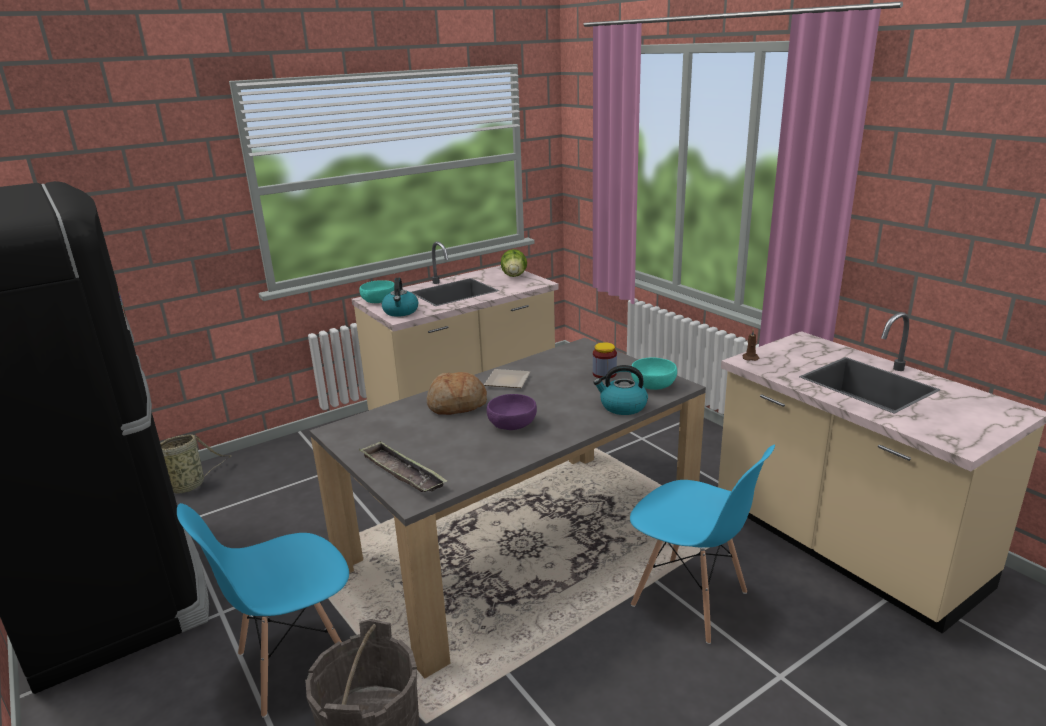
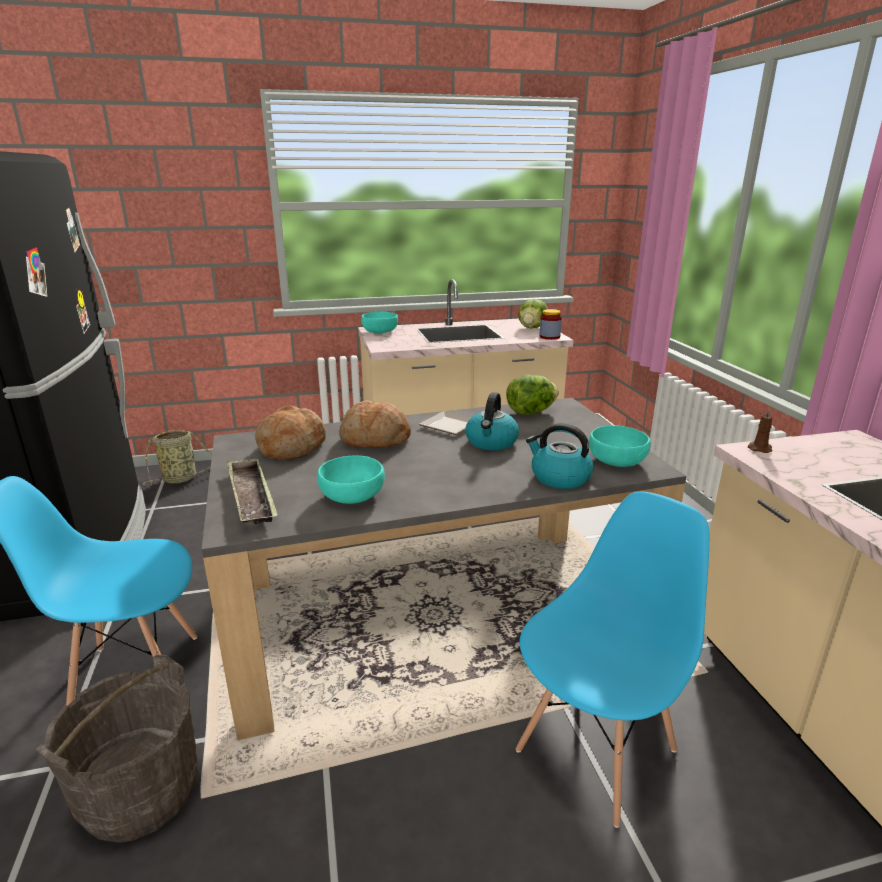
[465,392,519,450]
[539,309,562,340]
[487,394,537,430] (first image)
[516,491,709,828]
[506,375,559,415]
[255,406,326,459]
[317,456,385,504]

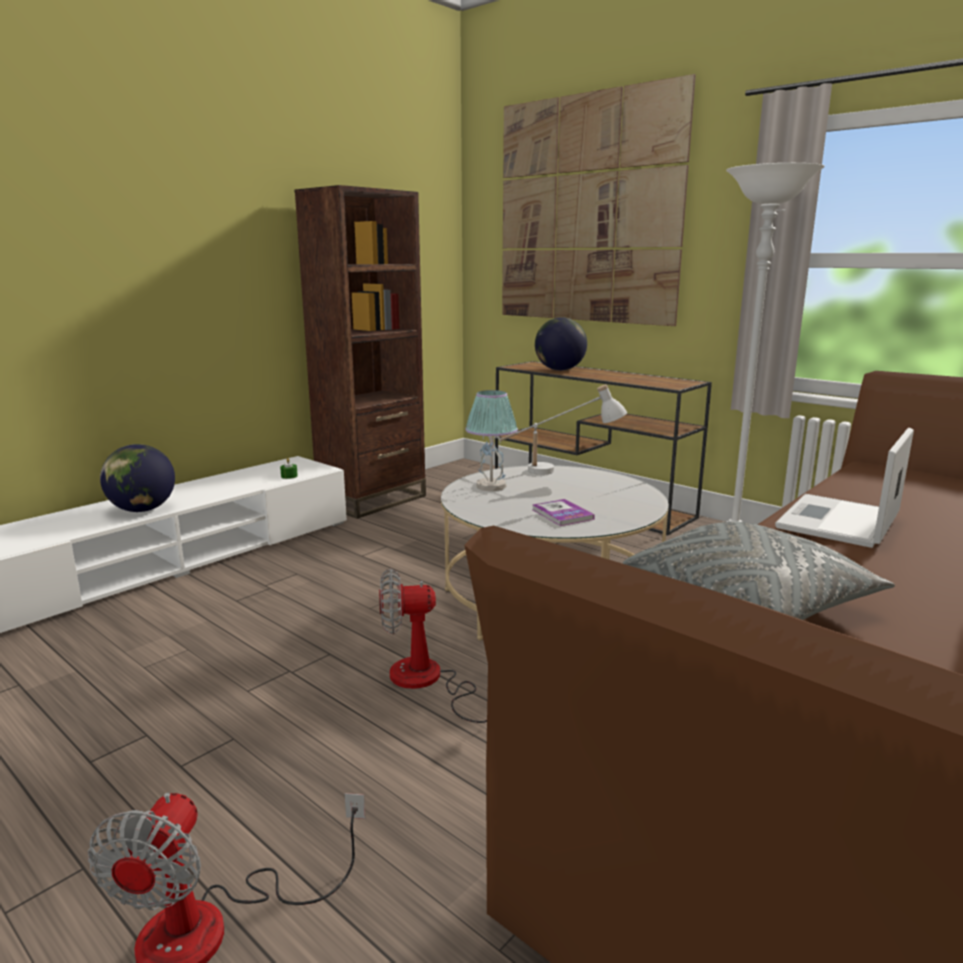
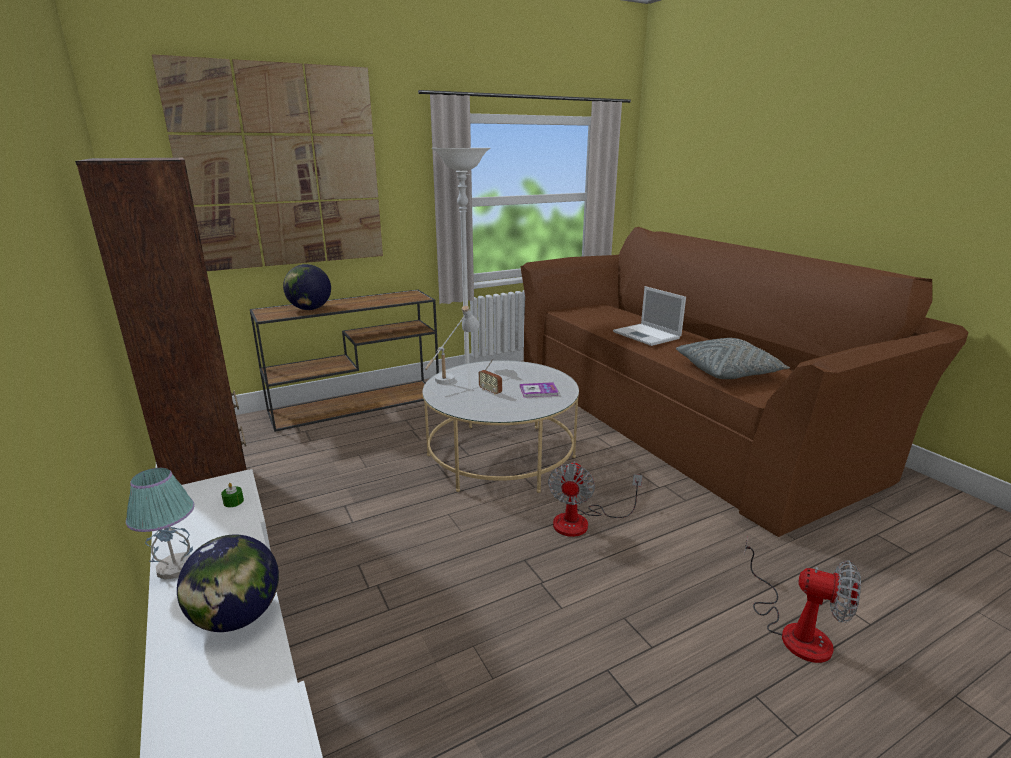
[126,468,194,580]
[479,359,502,395]

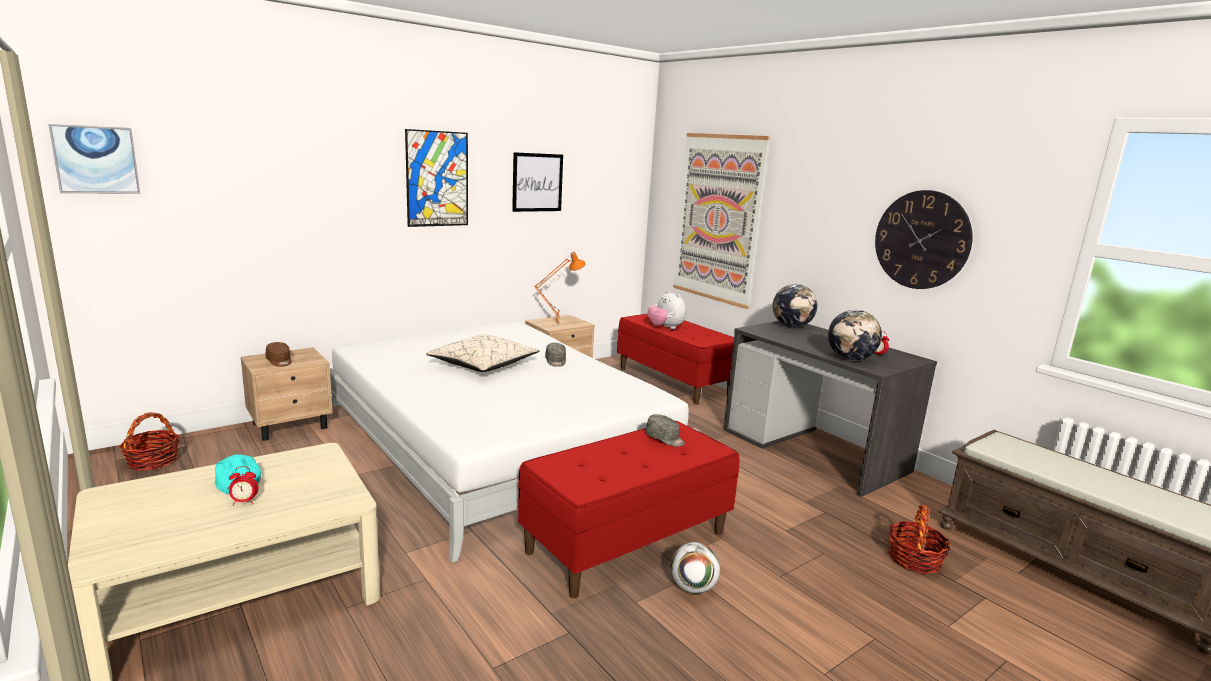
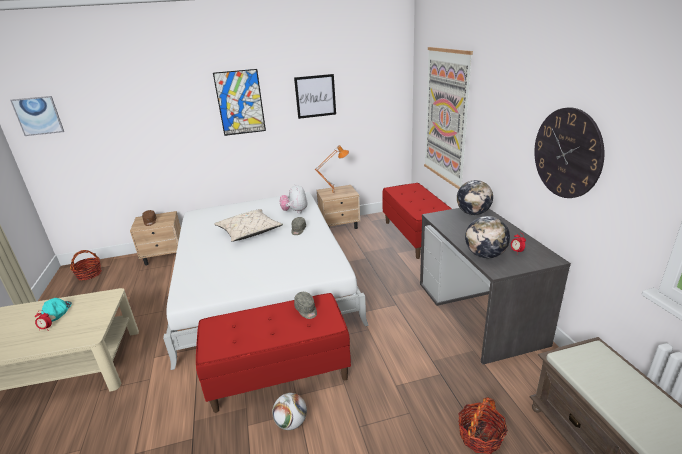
[280,183,308,213]

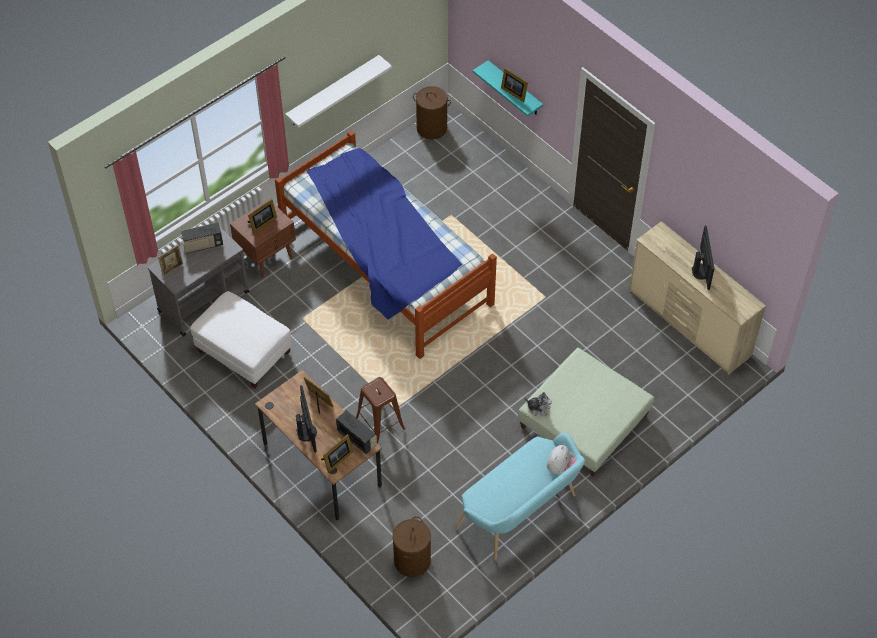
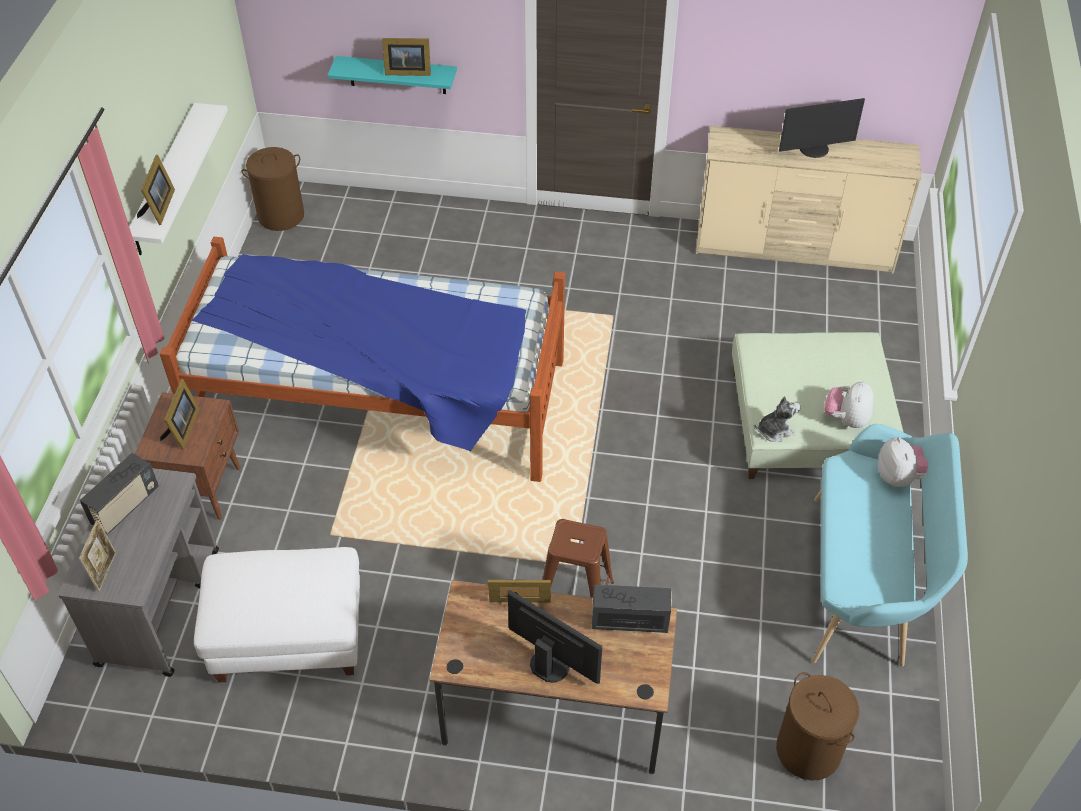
[779,98,865,158]
[137,155,175,225]
[824,381,874,428]

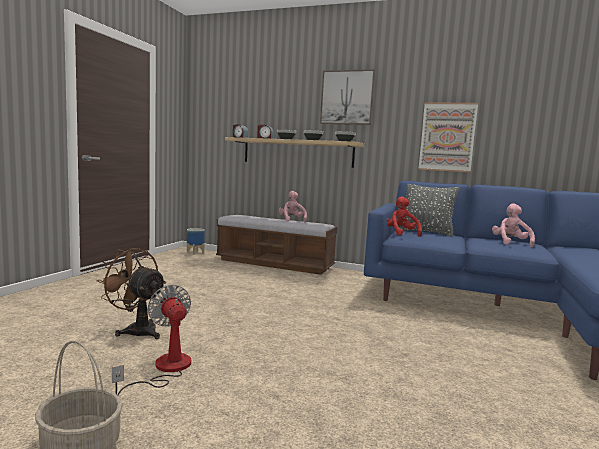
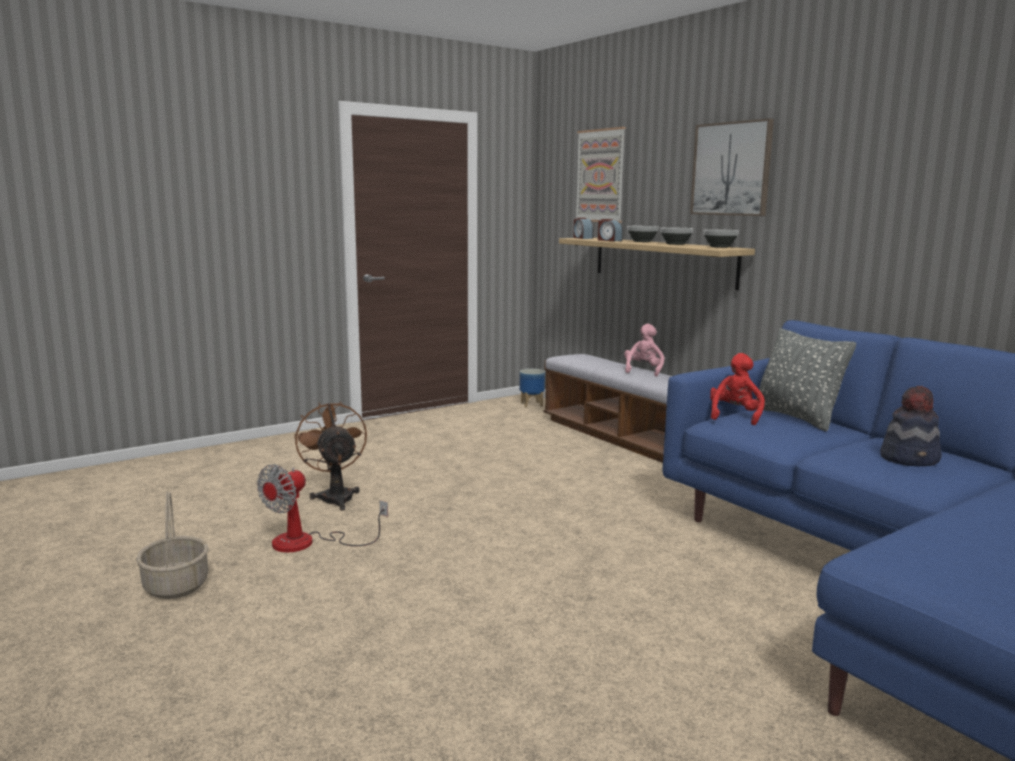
[576,127,626,223]
[880,386,942,466]
[257,464,388,552]

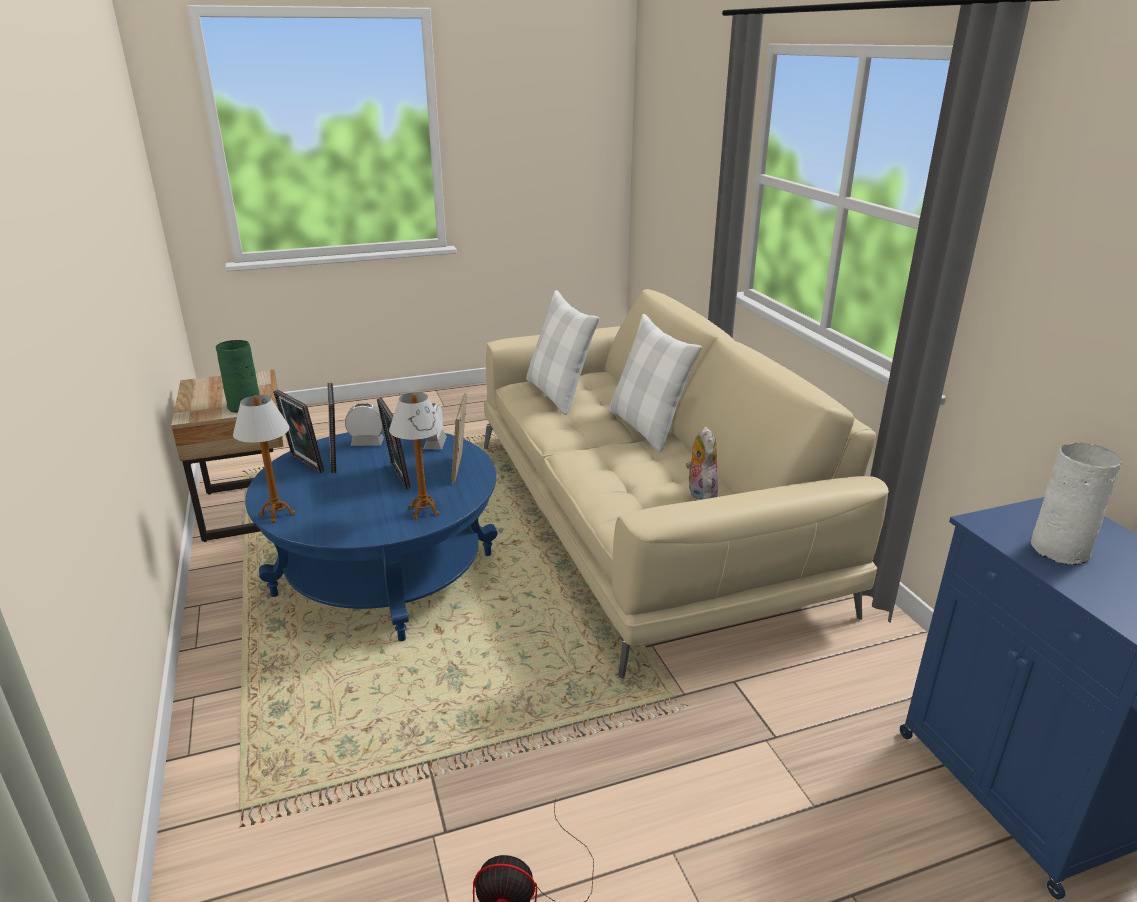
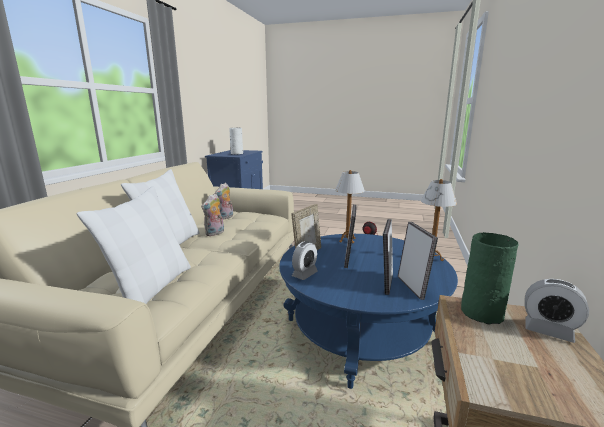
[525,279,589,343]
[201,193,224,236]

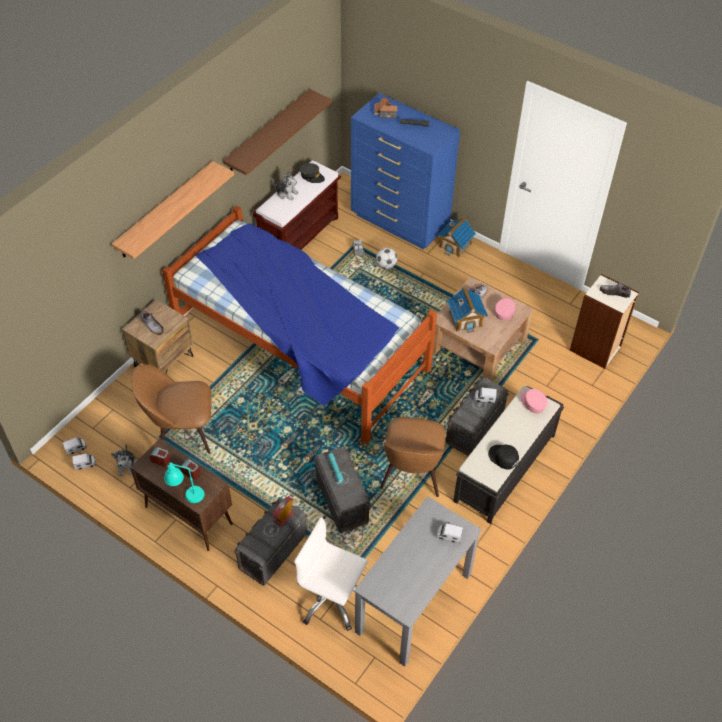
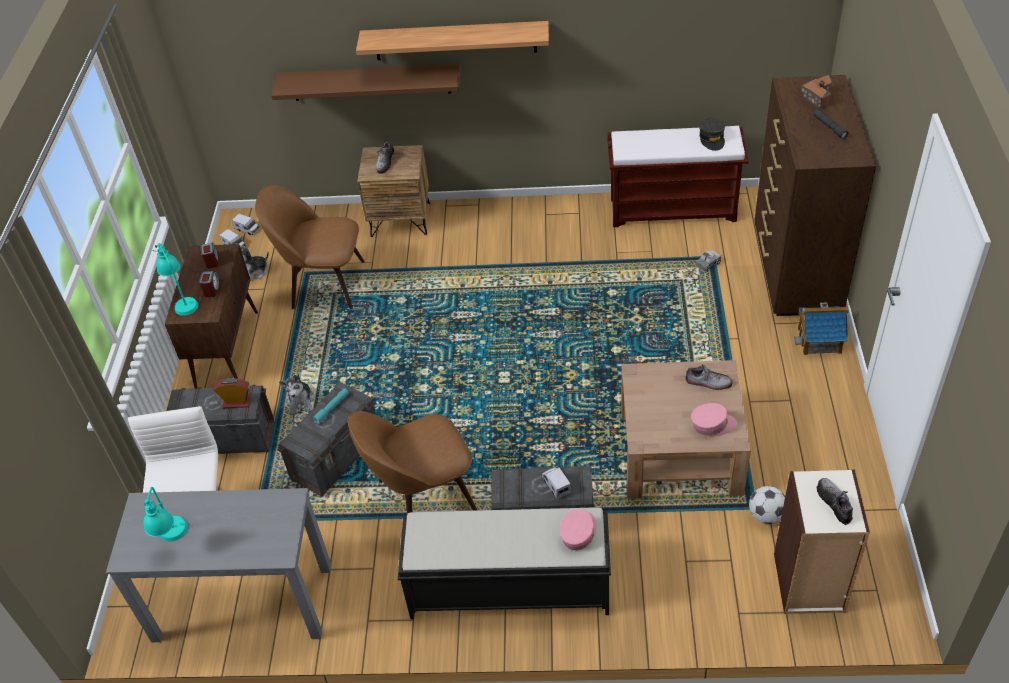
[271,64,461,101]
[754,75,876,316]
[279,373,315,414]
[162,206,437,444] (first image)
[749,486,785,524]
[447,286,488,333] (first image)
[255,185,365,309]
[488,444,519,469] (first image)
[436,523,463,543] (first image)
[143,487,188,542]

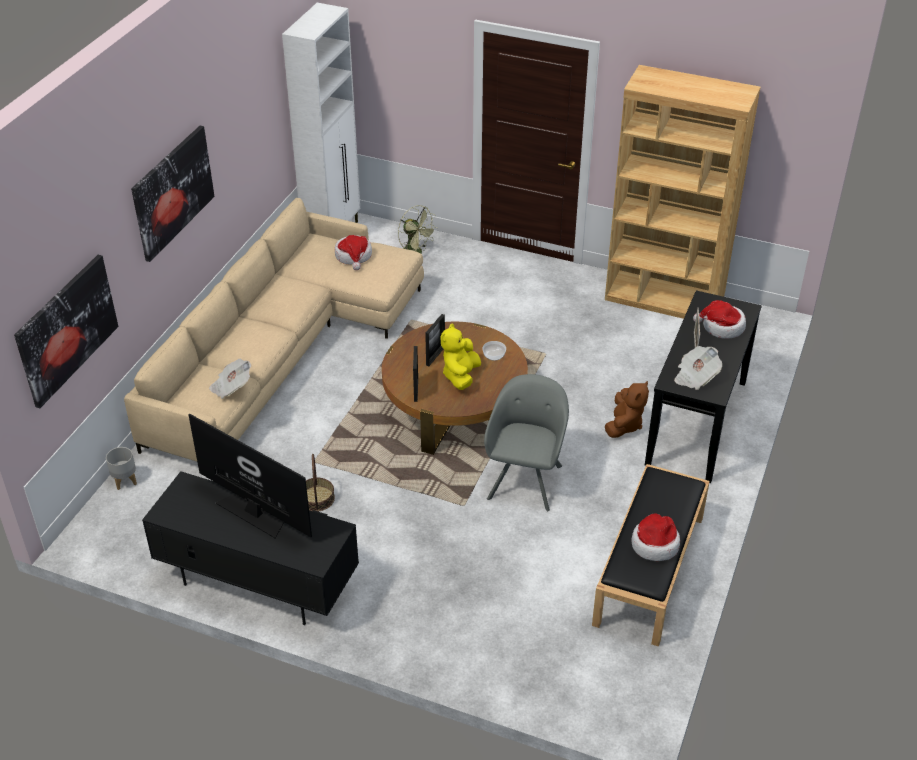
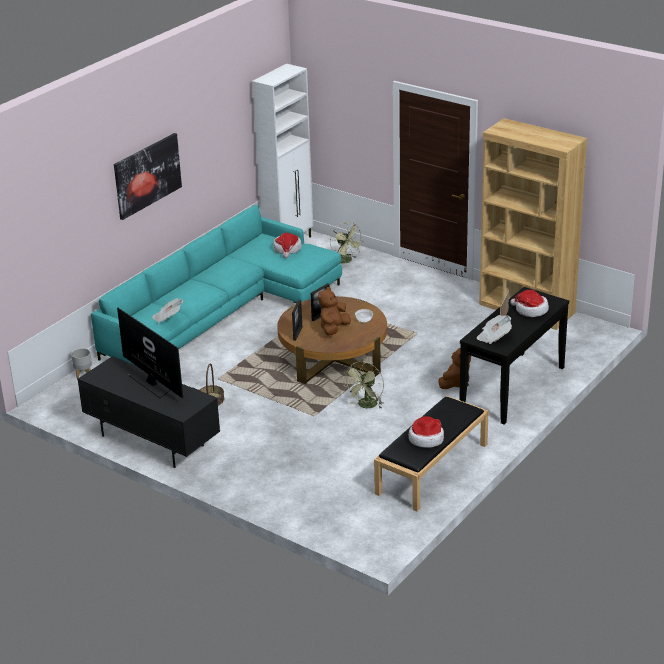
[91,205,342,365]
[14,255,118,408] (first image)
[318,287,351,336]
[344,361,384,409]

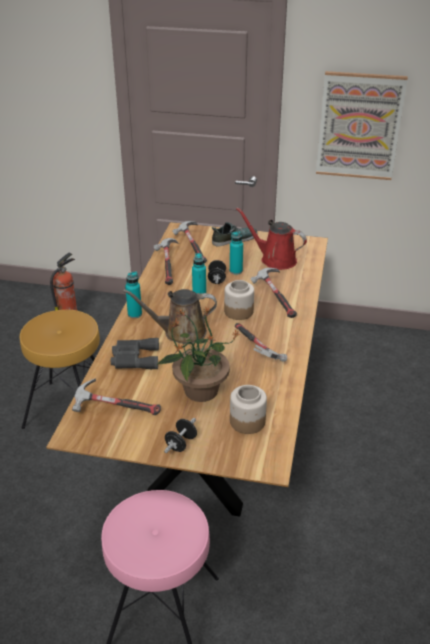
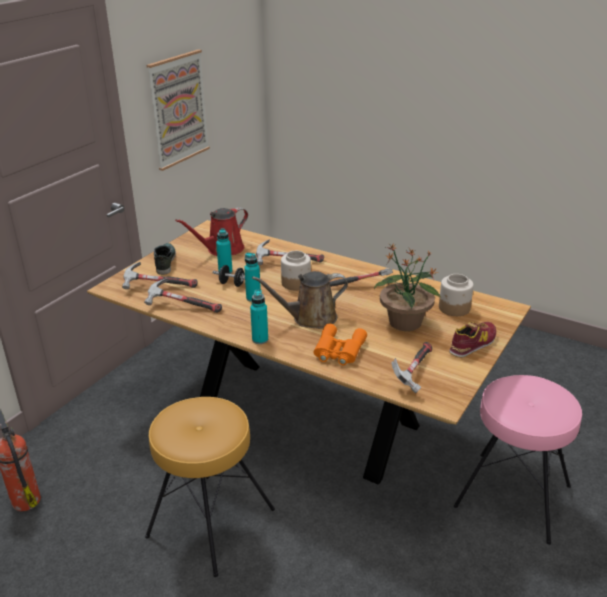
[252,271,348,329]
[314,324,367,365]
[449,322,496,358]

